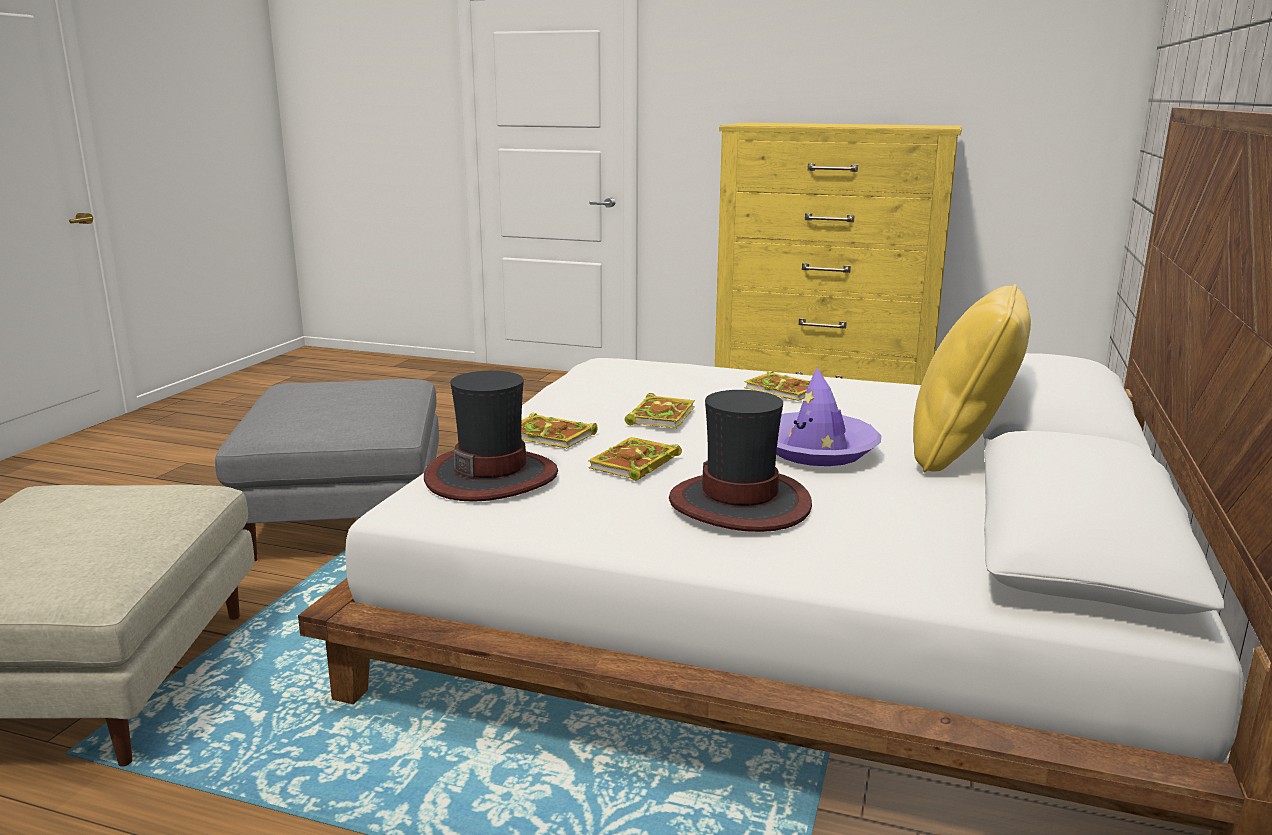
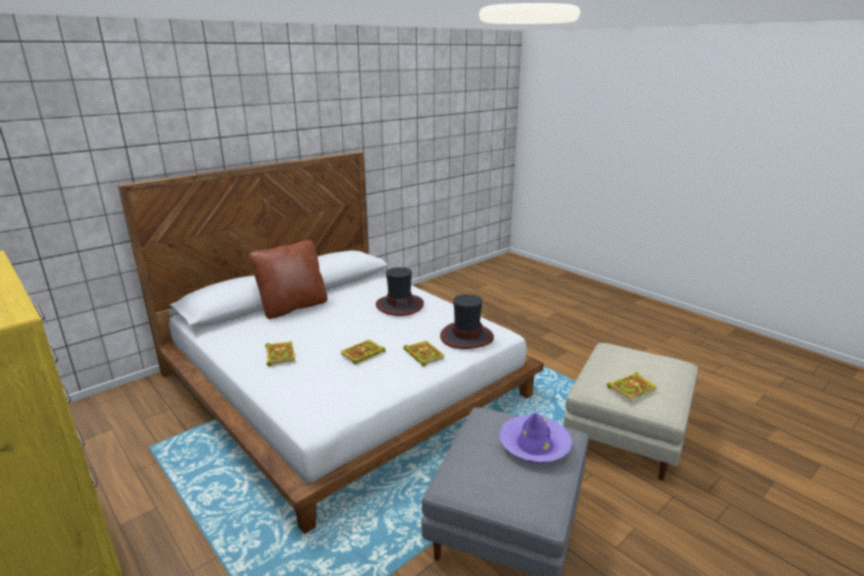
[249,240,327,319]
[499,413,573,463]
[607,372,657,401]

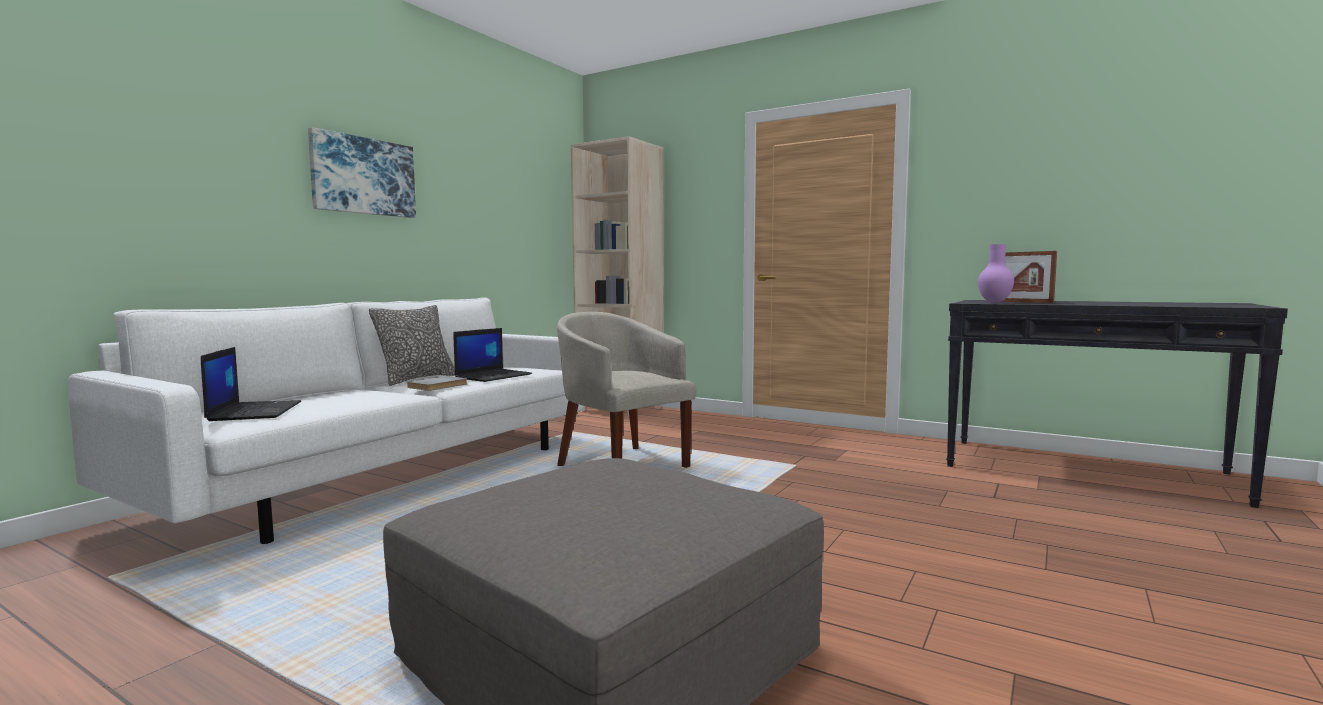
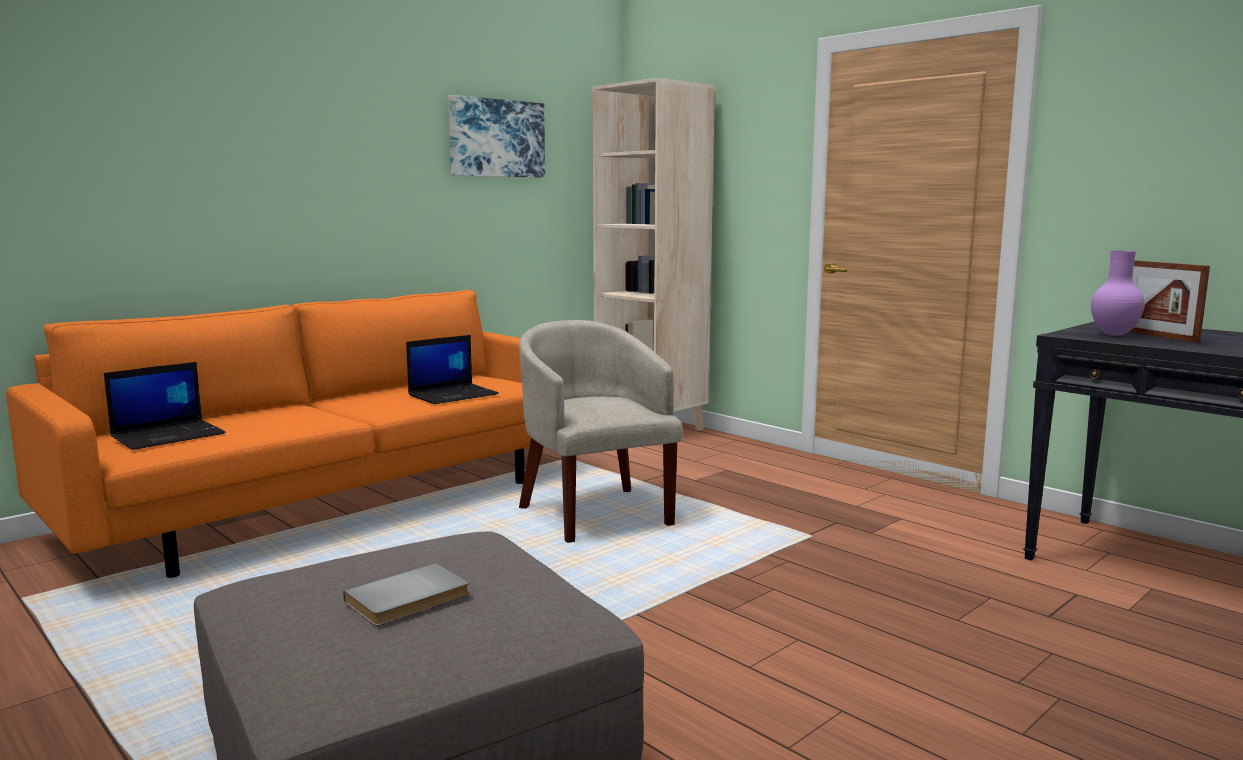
[448,95,545,178]
[6,290,531,578]
[369,305,455,386] (first image)
[104,362,226,450]
[343,563,469,626]

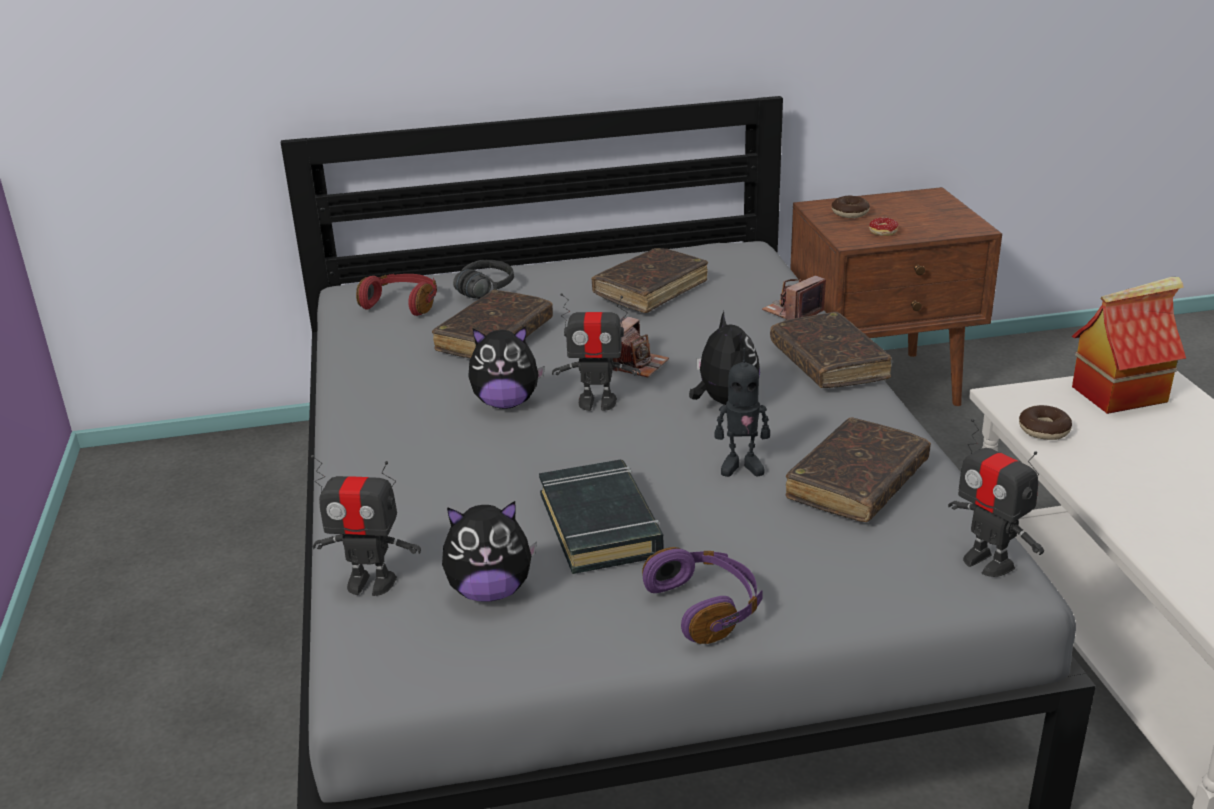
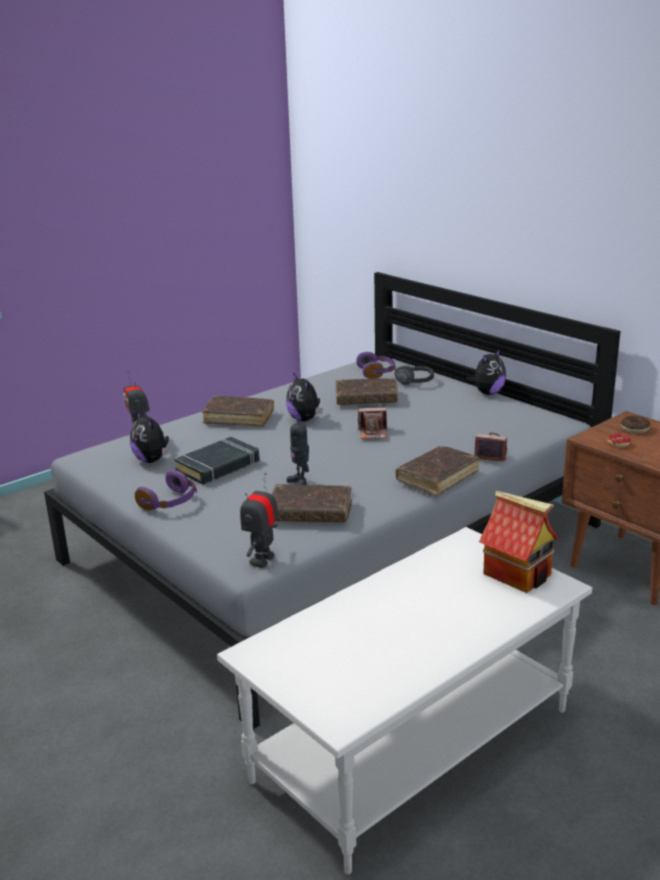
[202,396,274,427]
[356,352,396,379]
[552,293,641,411] (first image)
[466,349,506,395]
[1019,405,1072,440] (first image)

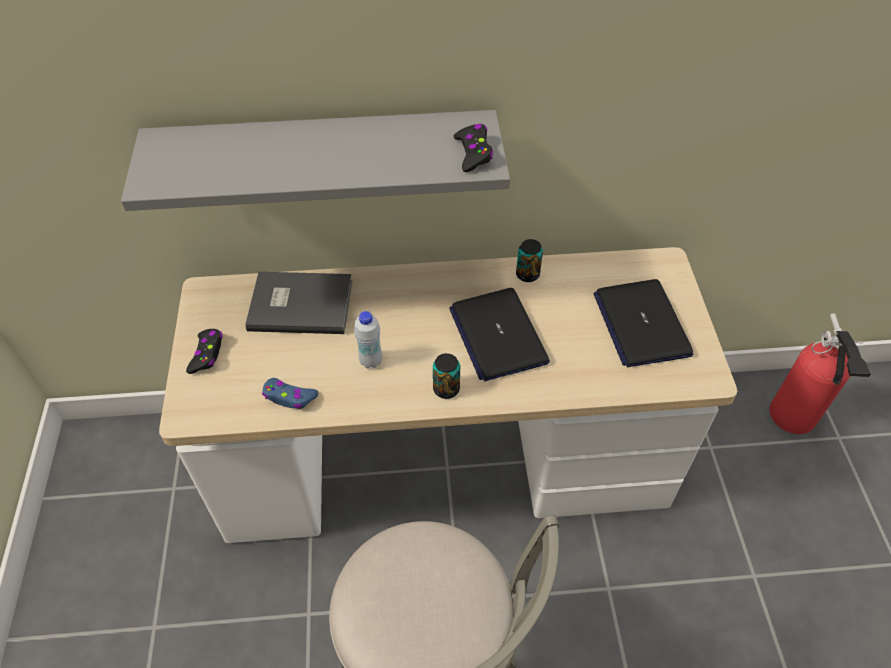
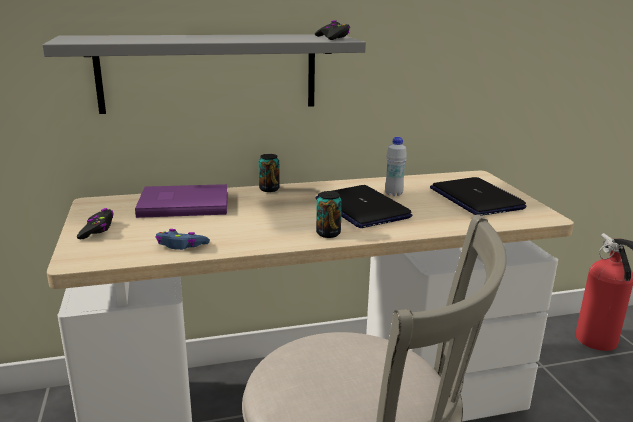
[259,154,280,192]
[135,184,228,218]
[385,137,407,196]

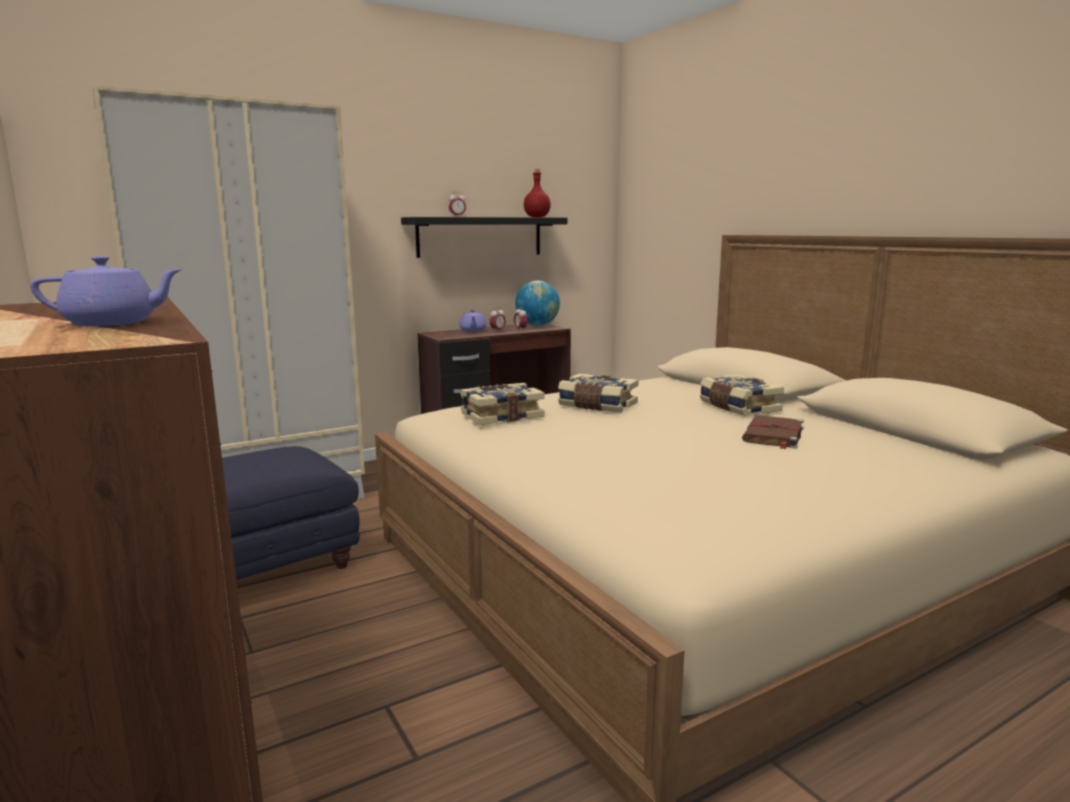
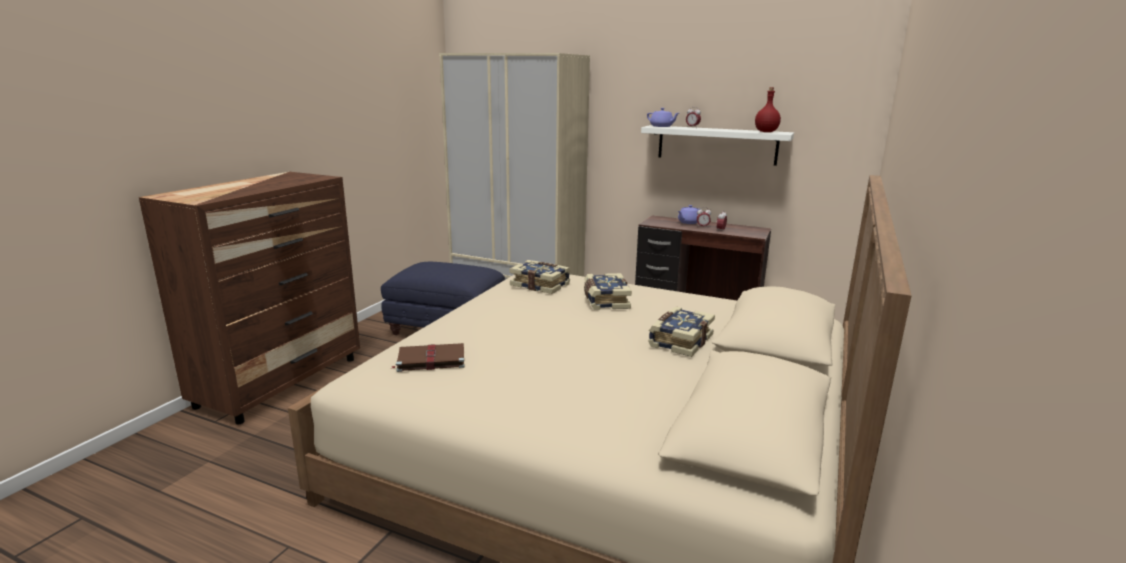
[641,125,794,166]
[647,108,679,127]
[515,280,560,326] (first image)
[390,343,465,372]

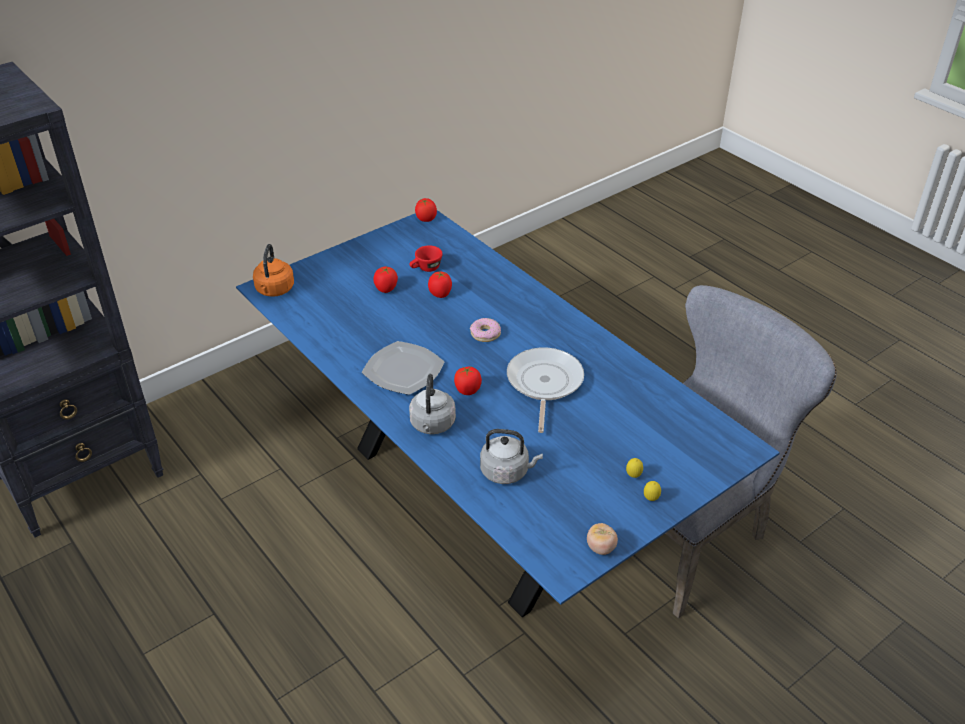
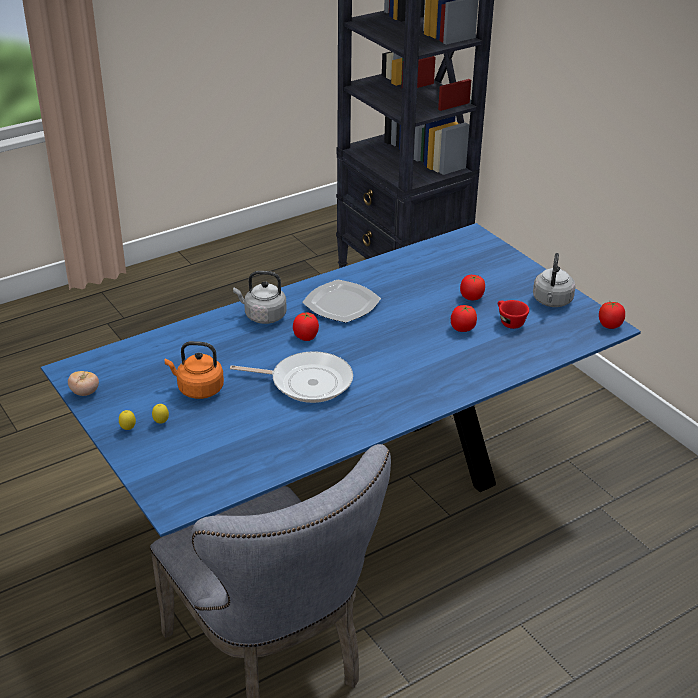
[165,341,224,399]
[470,318,501,342] (first image)
[533,253,575,307]

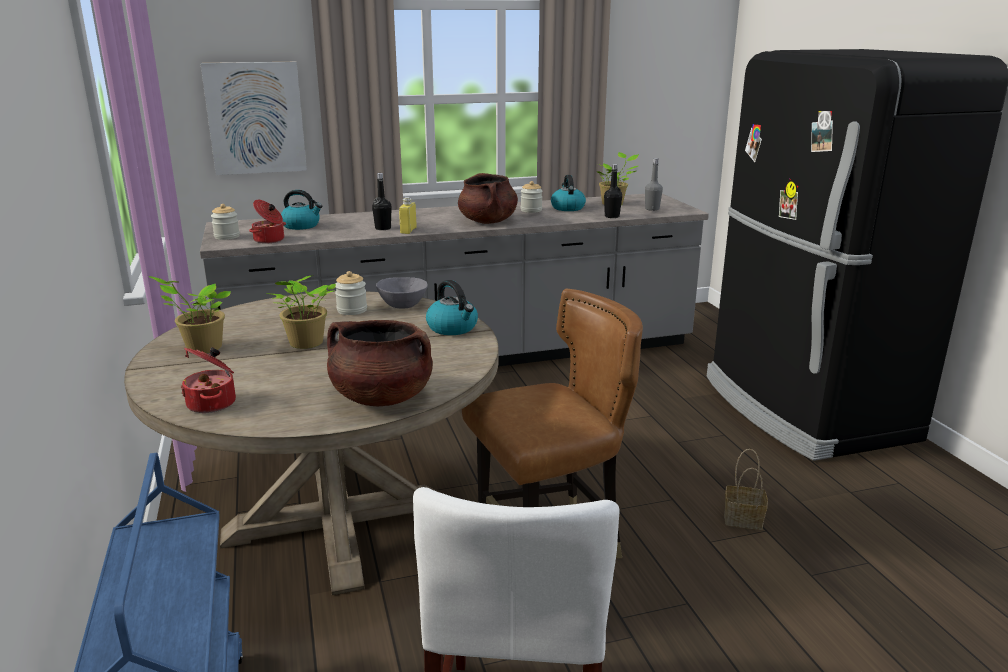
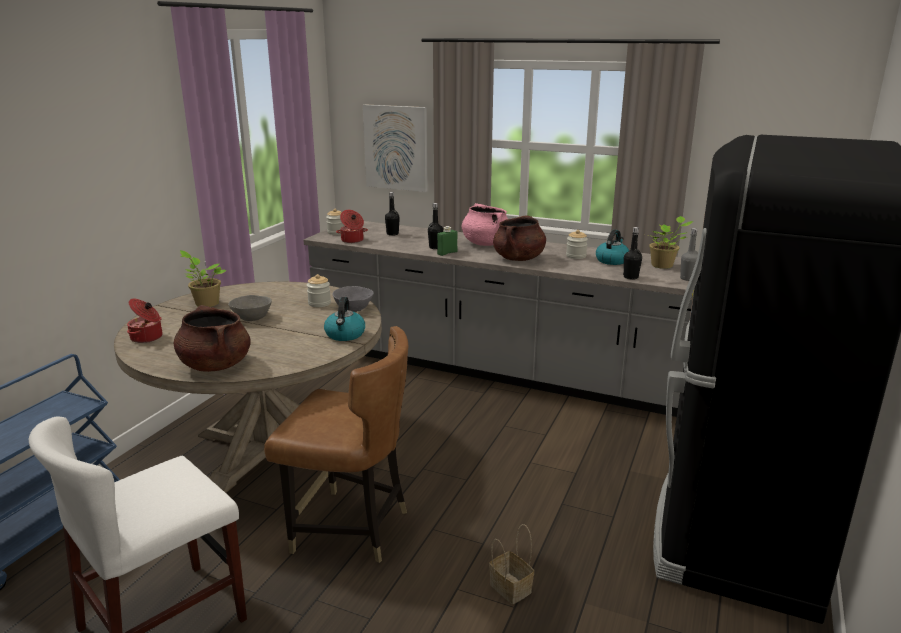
[385,192,400,236]
[437,226,458,256]
[228,295,272,321]
[462,203,508,246]

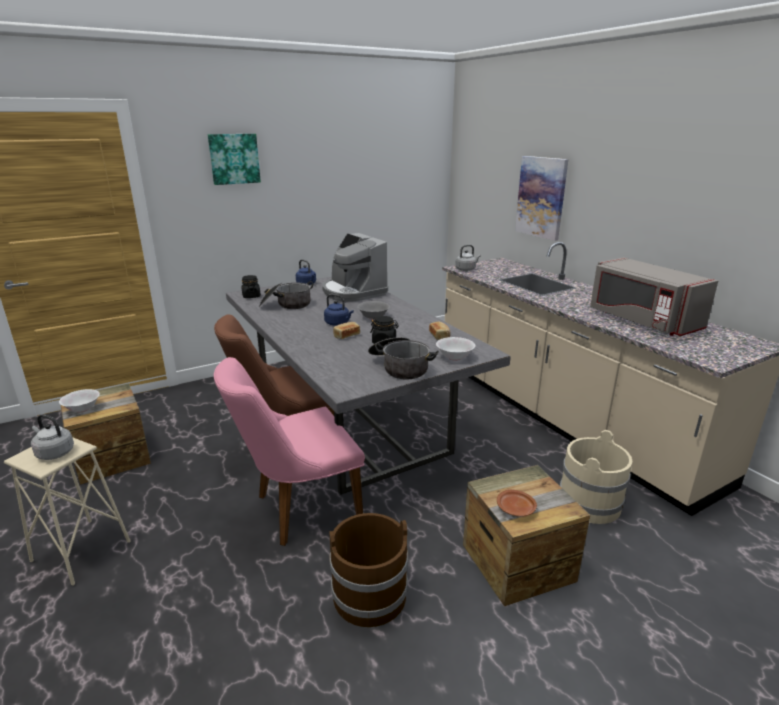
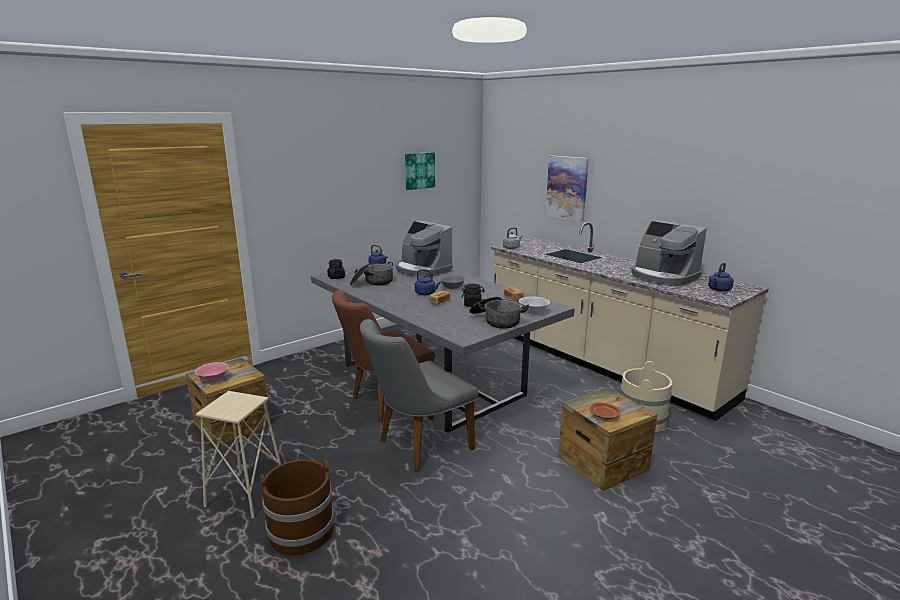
[405,152,435,190]
[631,220,707,286]
[360,319,479,472]
[194,362,229,382]
[31,414,74,460] (first image)
[260,459,334,556]
[708,263,734,291]

